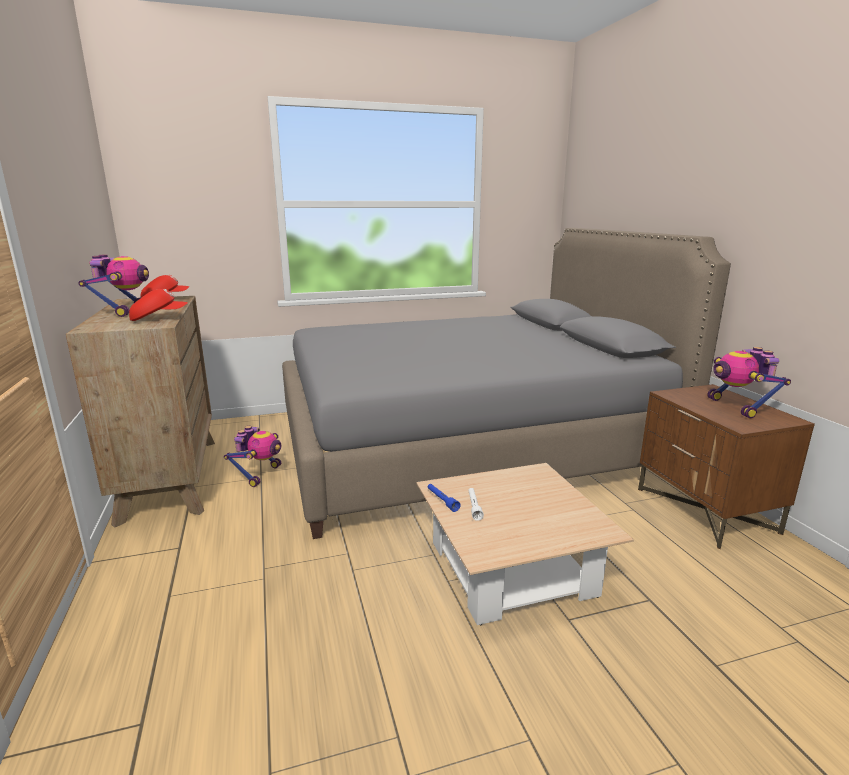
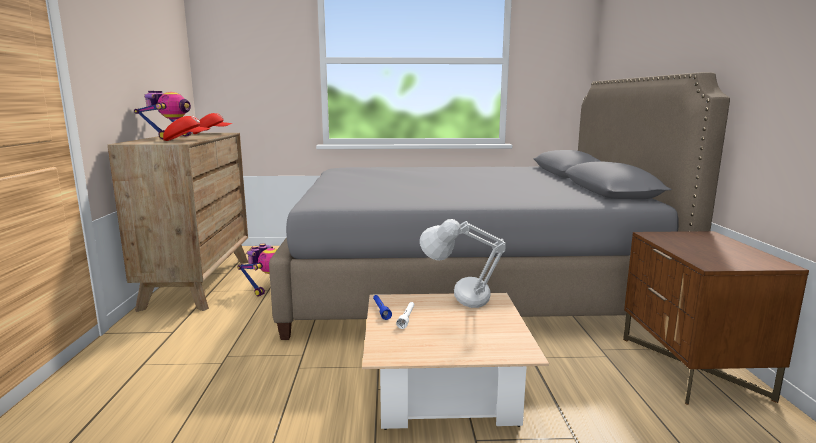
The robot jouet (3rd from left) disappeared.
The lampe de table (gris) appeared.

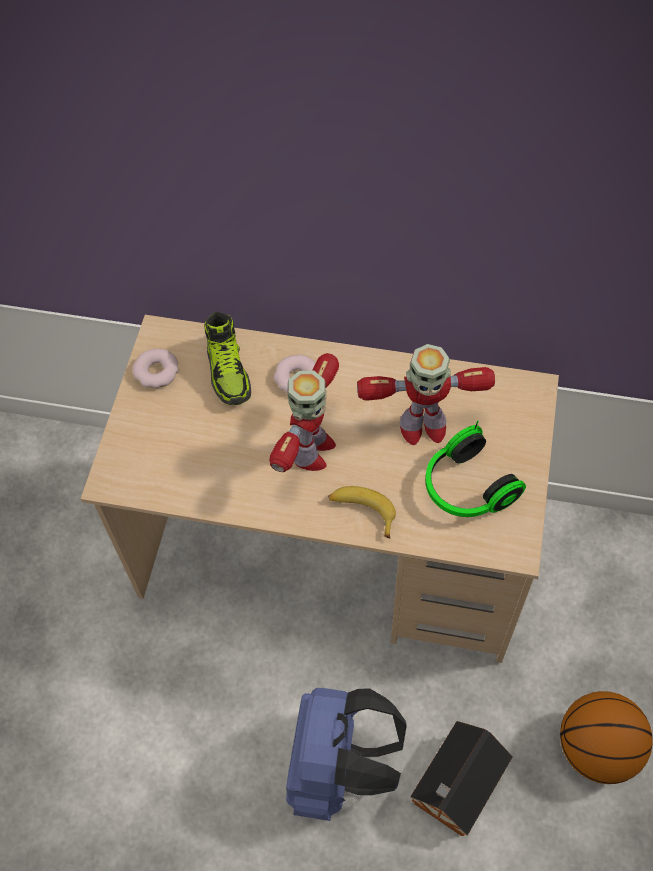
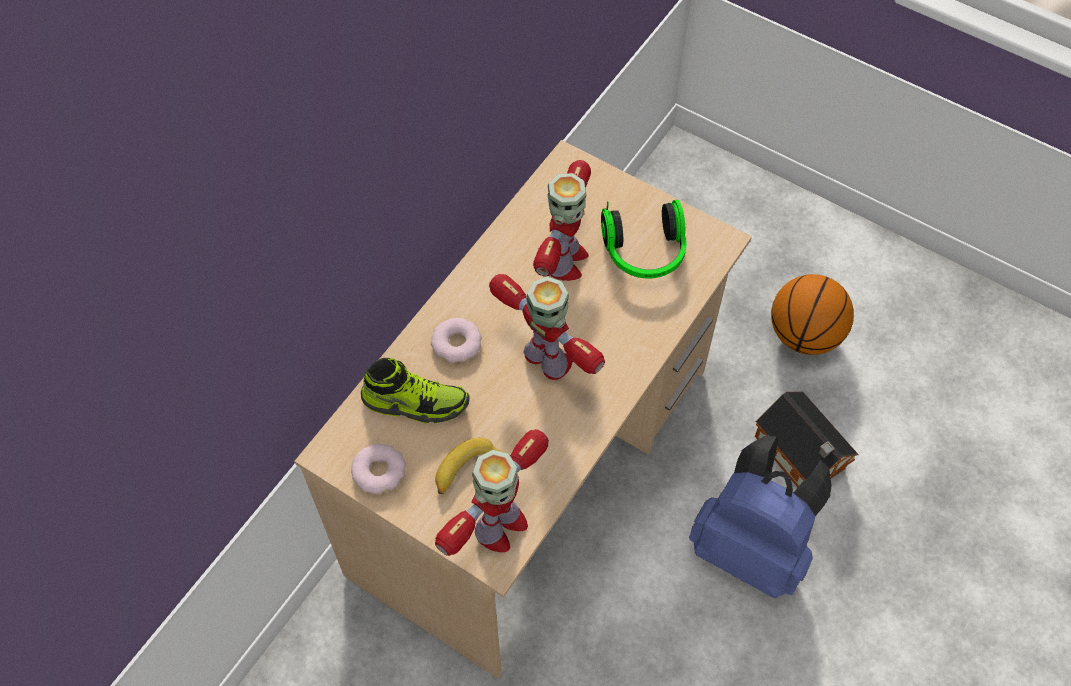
The banane moved.
The robot jouet (1st from left) appeared.

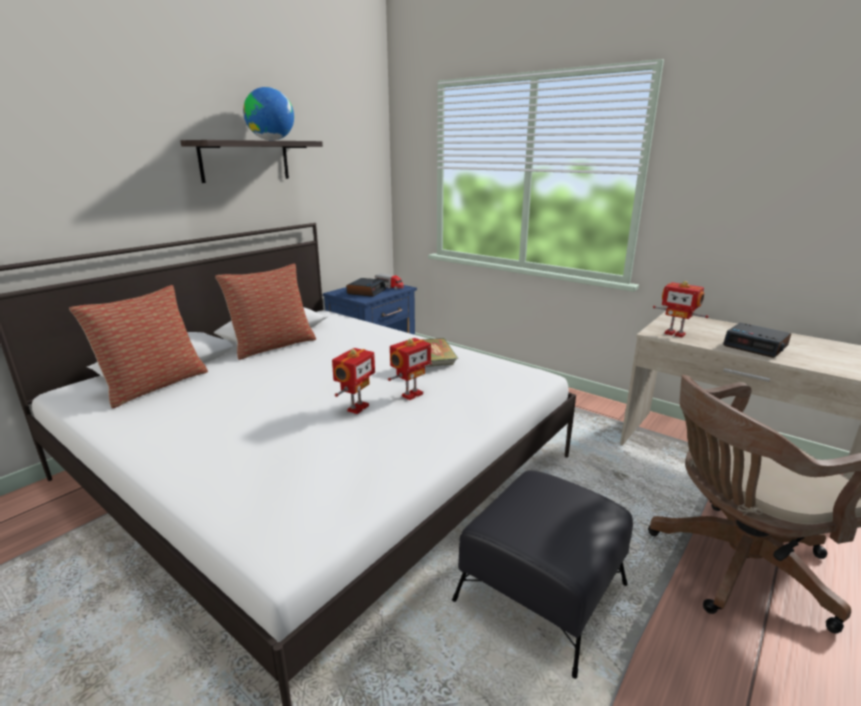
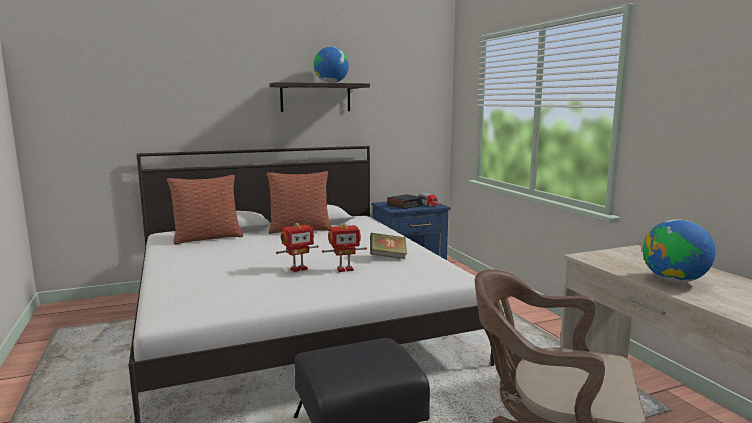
The robot jouet (3rd from left) disappeared.
The réveil (2nd from left) was replaced by the globe (2nd from left).

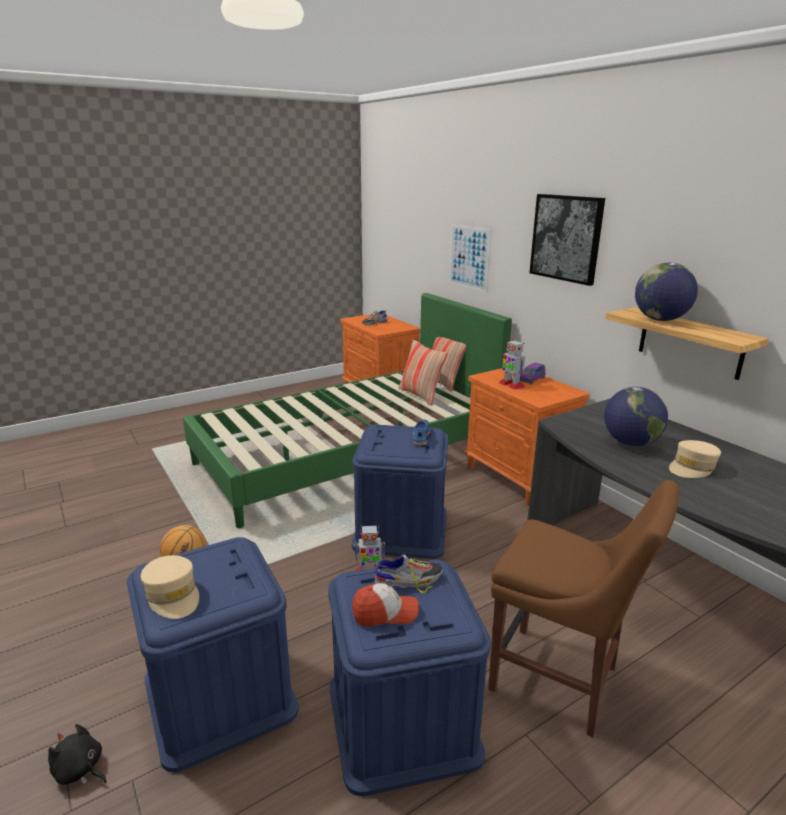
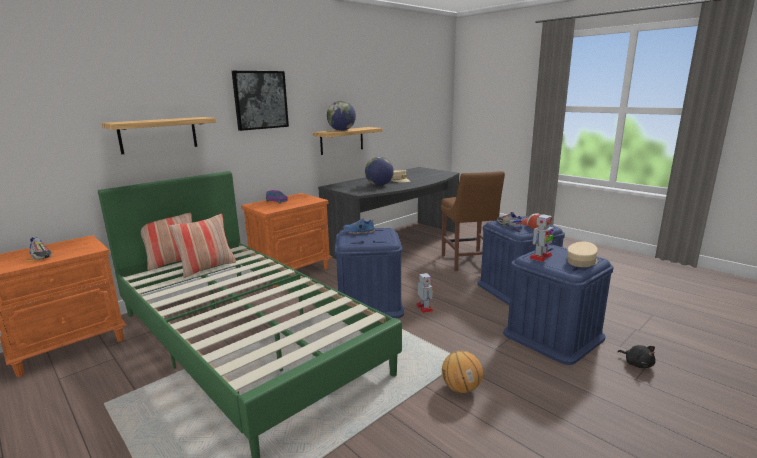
The peluche (noir) turned 45 degrees counterclockwise.
The tableau (1st from left) was replaced by the étagère (1st from left).
The chaise (marron) turned 150 degrees clockwise.
The robot jouet (2nd from left) moved.

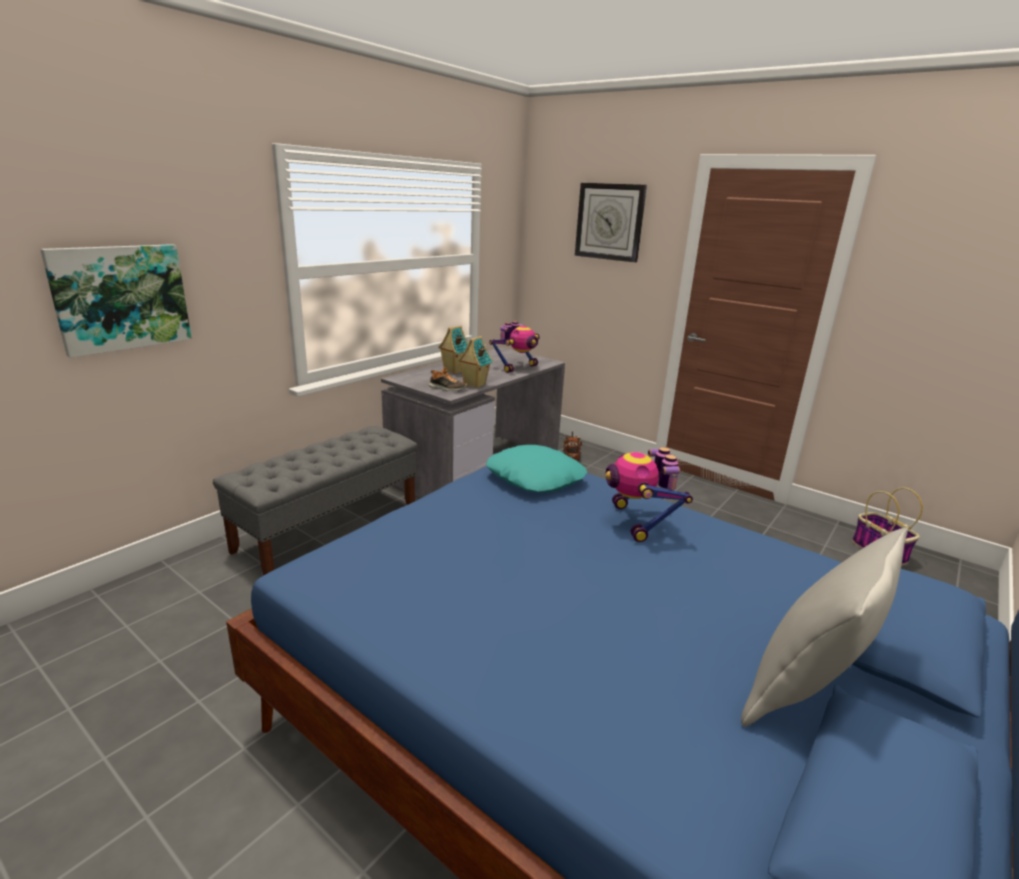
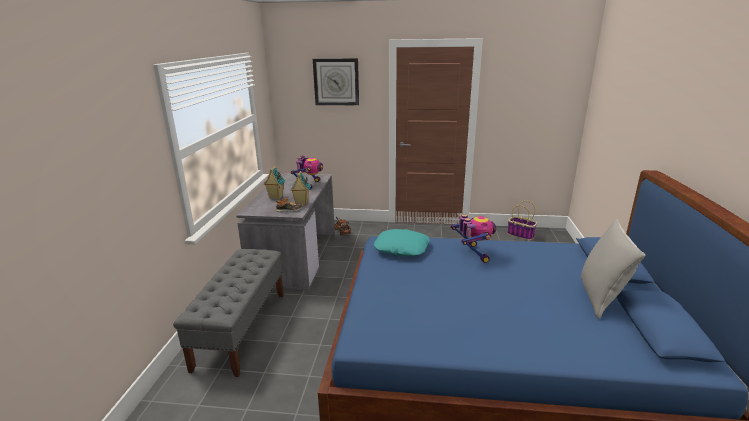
The tableau disappeared.
The robot jouet (2nd from left) turned 150 degrees counterclockwise.

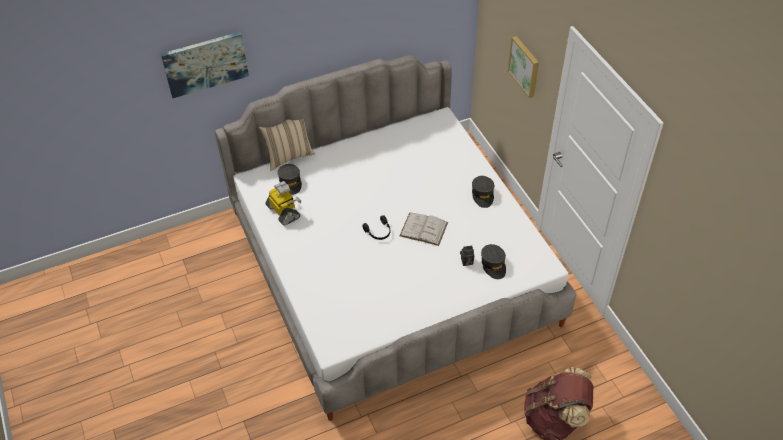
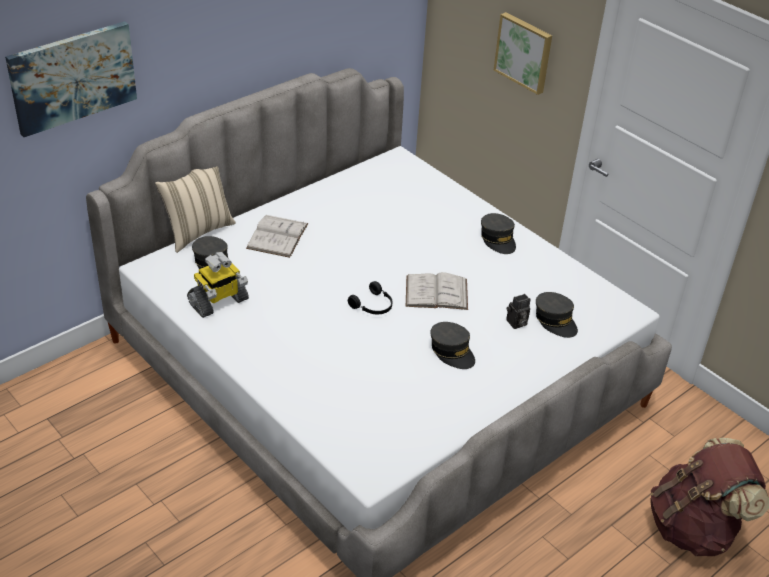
The robot jouet turned 105 degrees clockwise.
The livre (blanc) (1st from left) appeared.
The casquette (gris) (2nd from left) appeared.

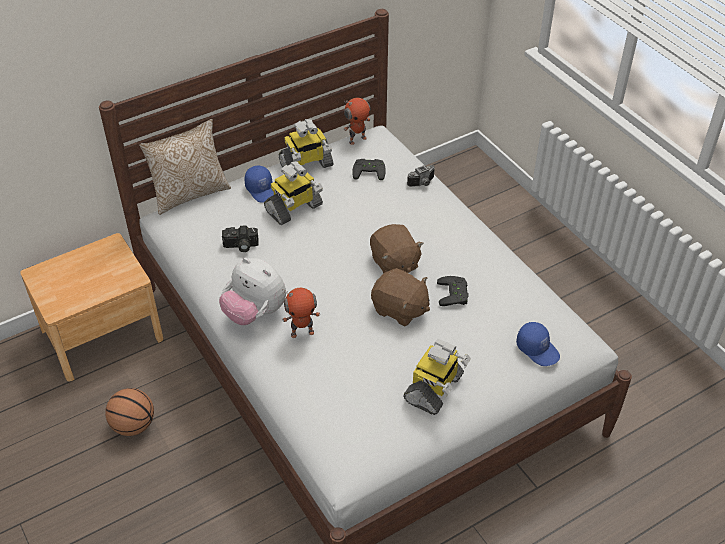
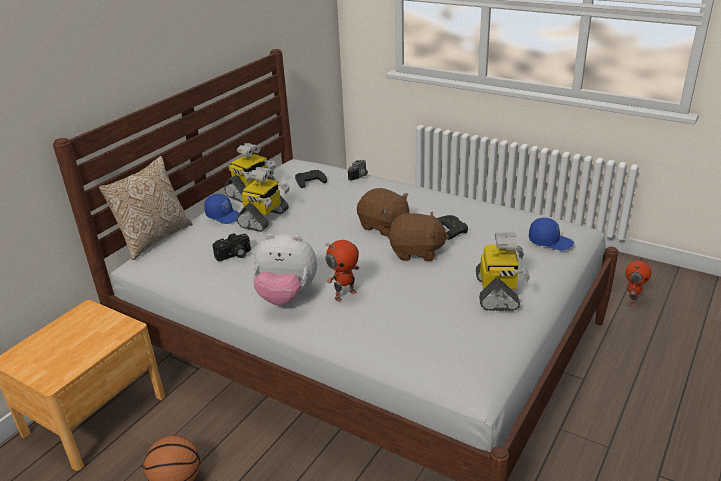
The robot jouet (4th from left in the first image) moved.

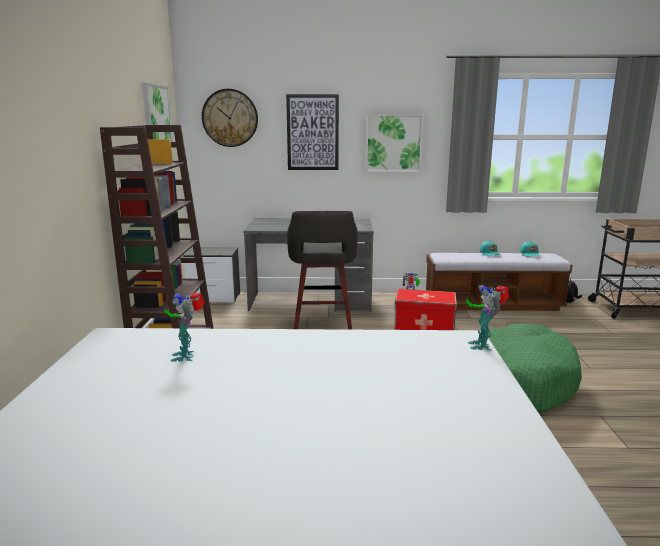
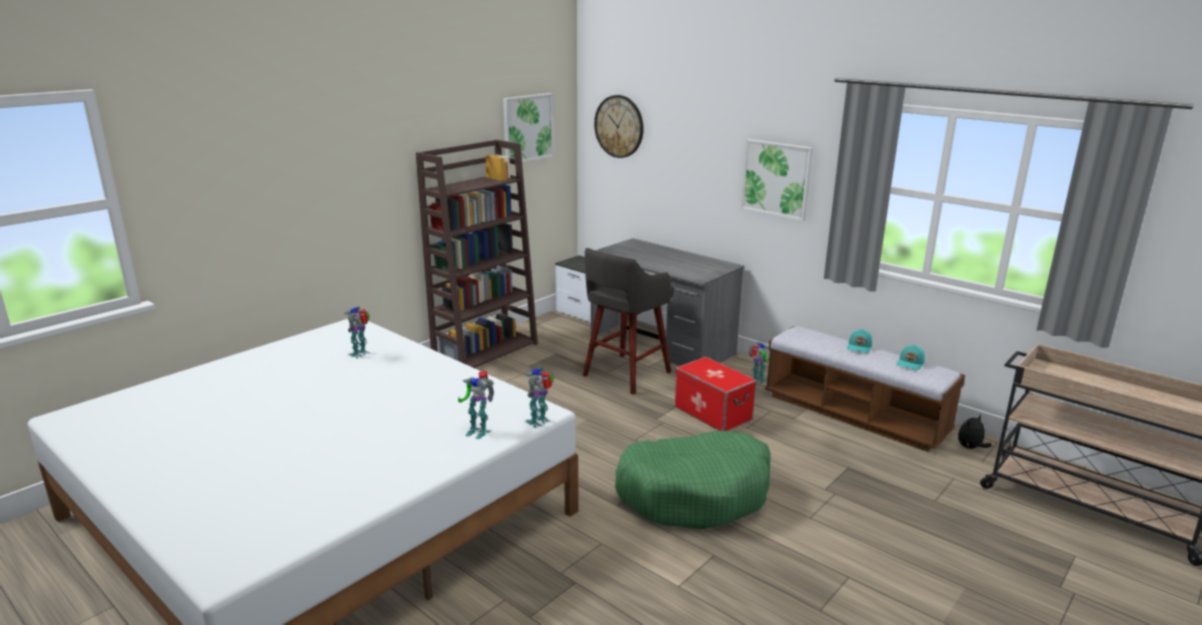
The tableau (2nd from left) disappeared.
The robot jouet (2nd from left) appeared.

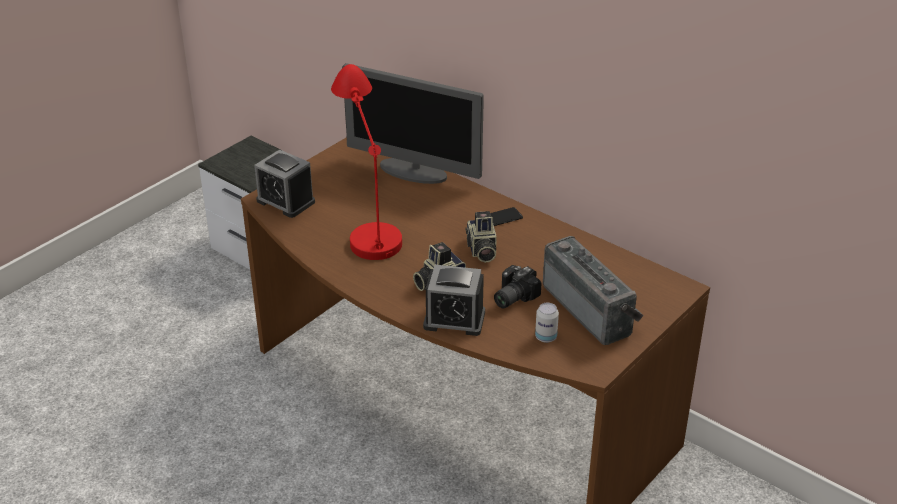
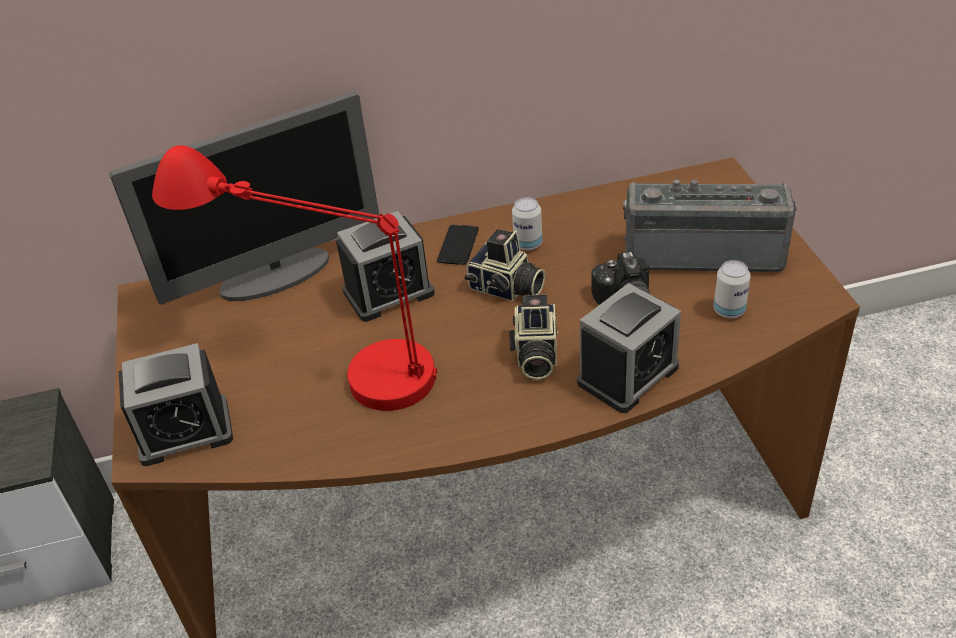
The réveil (2nd from left) appeared.
The boîte métallique (1st from left) appeared.

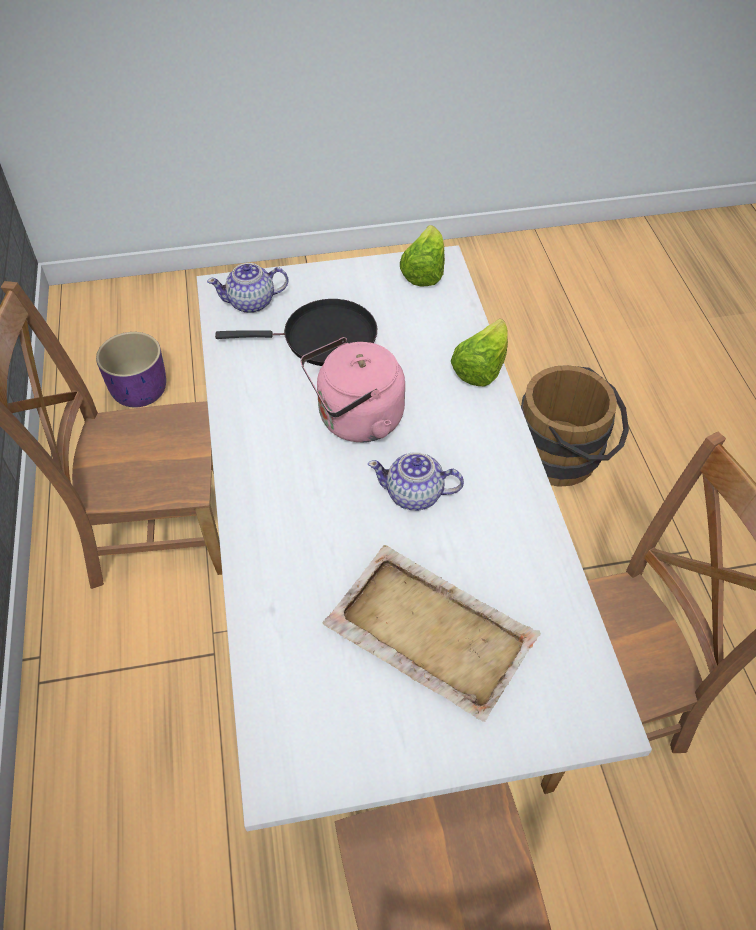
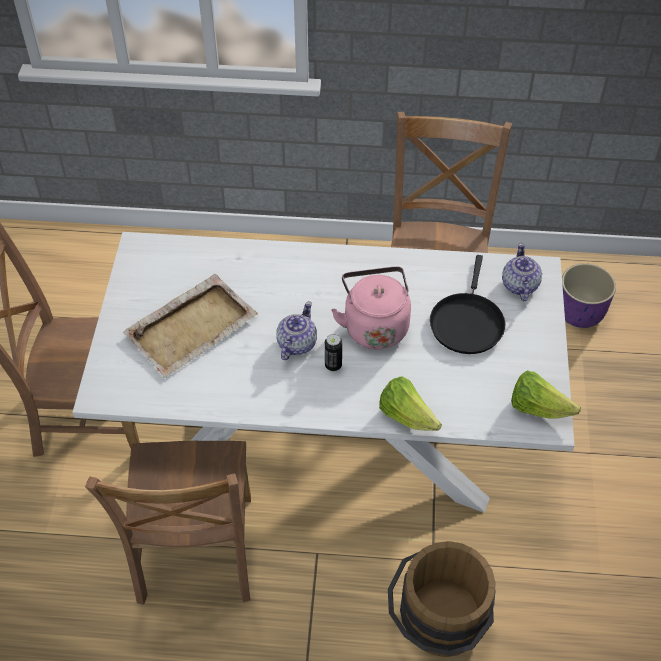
The boîte métallique appeared.

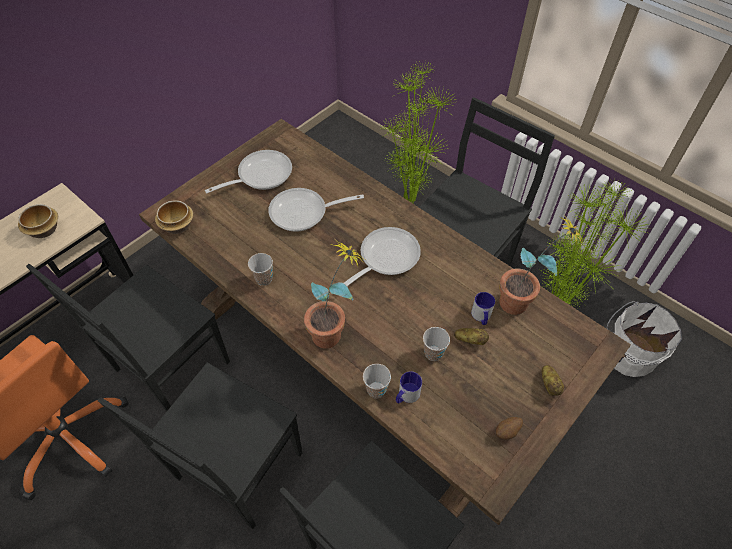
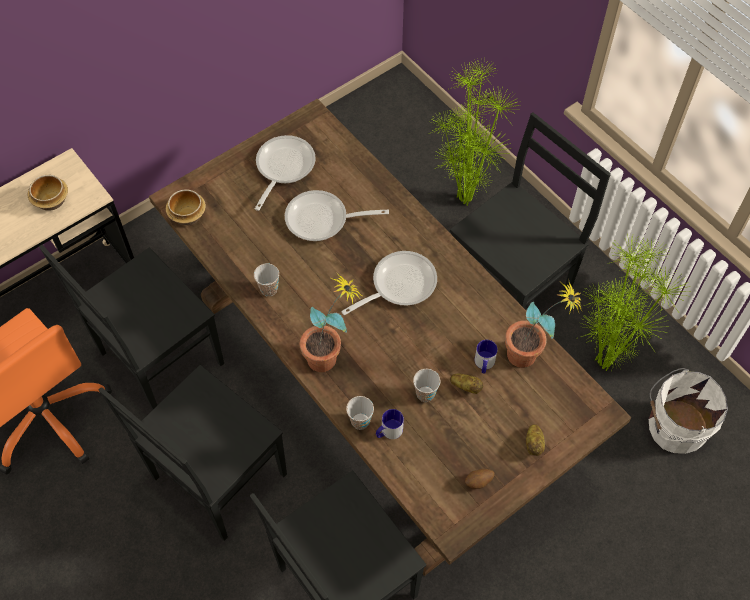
The poêle (1st from left) turned 45 degrees counterclockwise.

